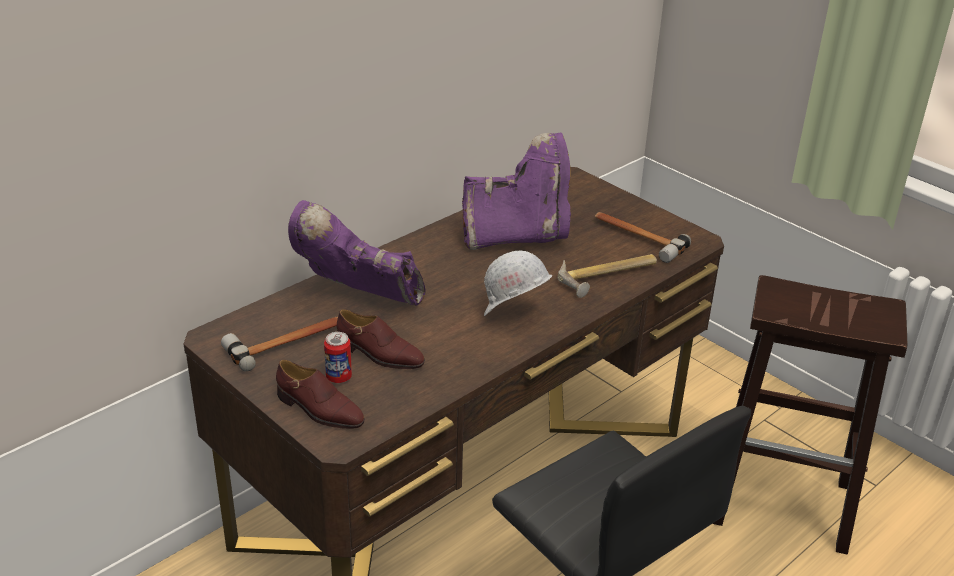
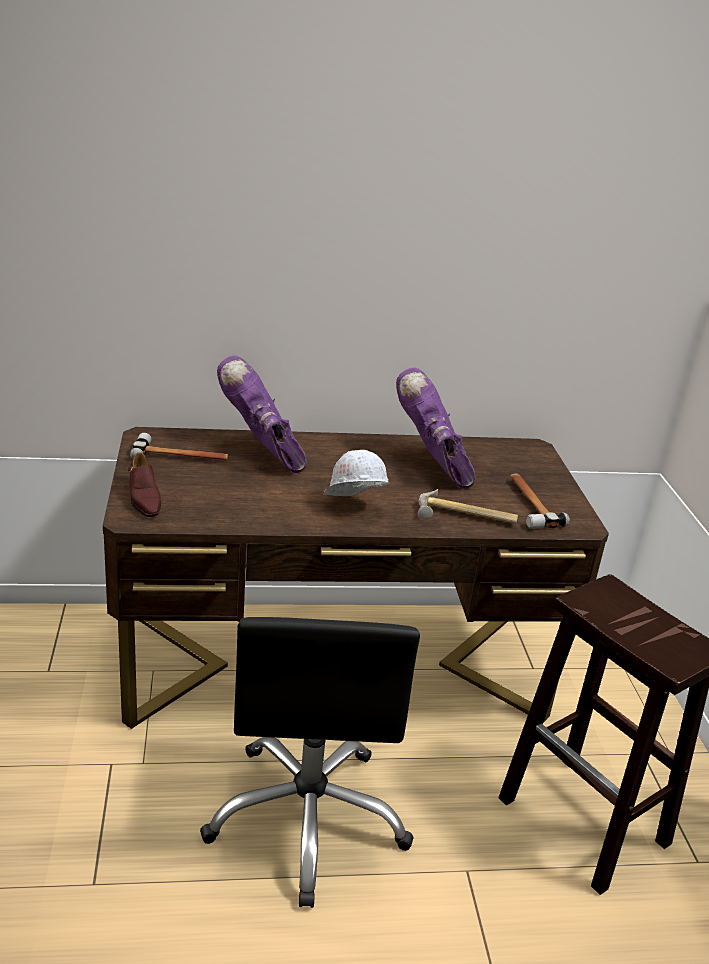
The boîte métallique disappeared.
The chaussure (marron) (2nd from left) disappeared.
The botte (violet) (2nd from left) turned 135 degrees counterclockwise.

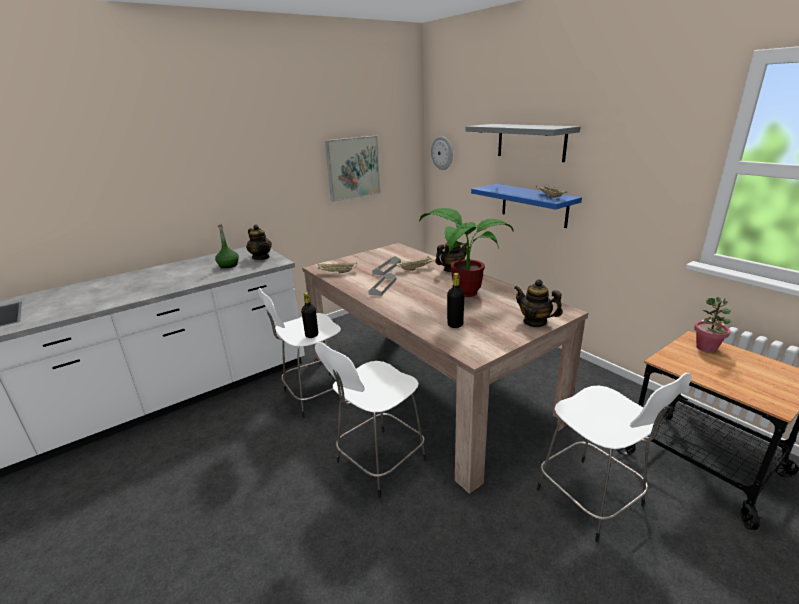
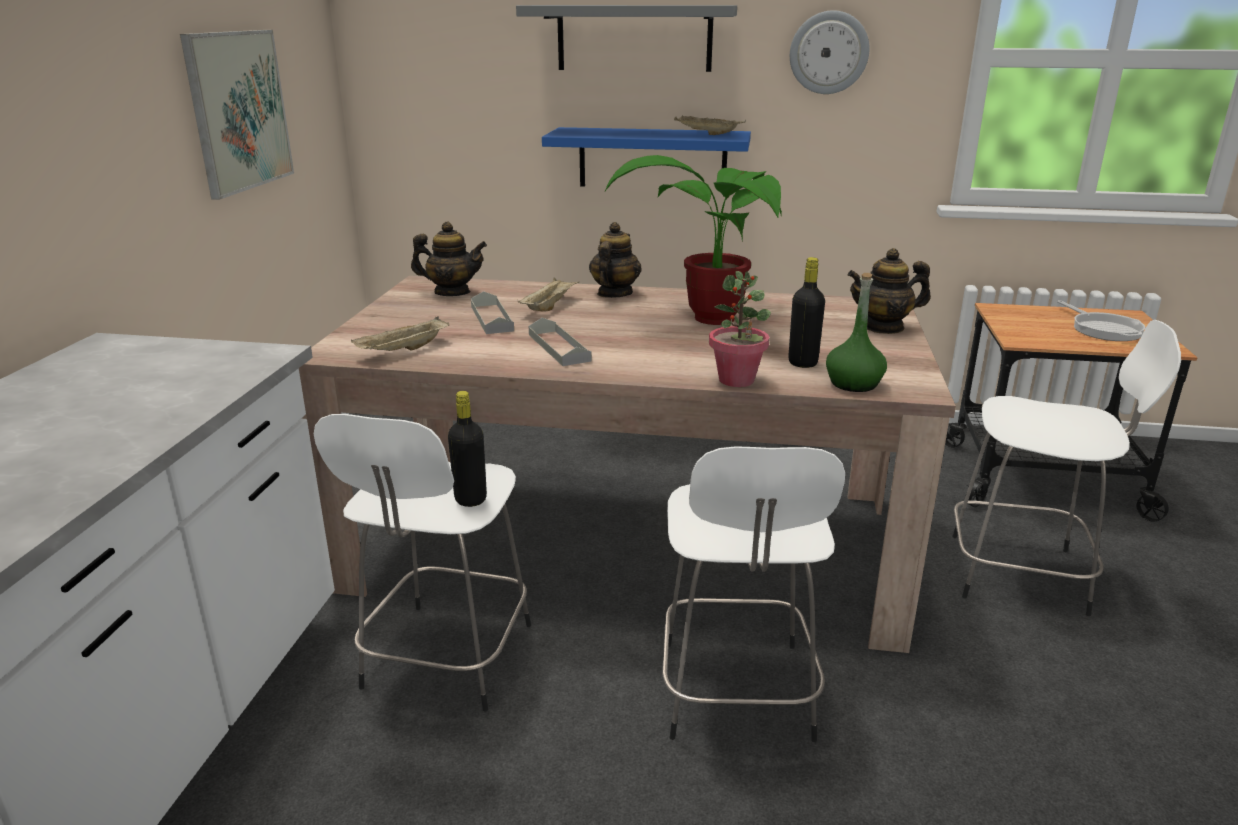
The bouteille (vert) moved.
The théière (1st from left) moved.
The horloge murale moved.
The plante en pot (2nd from left) moved.
The poêle appeared.

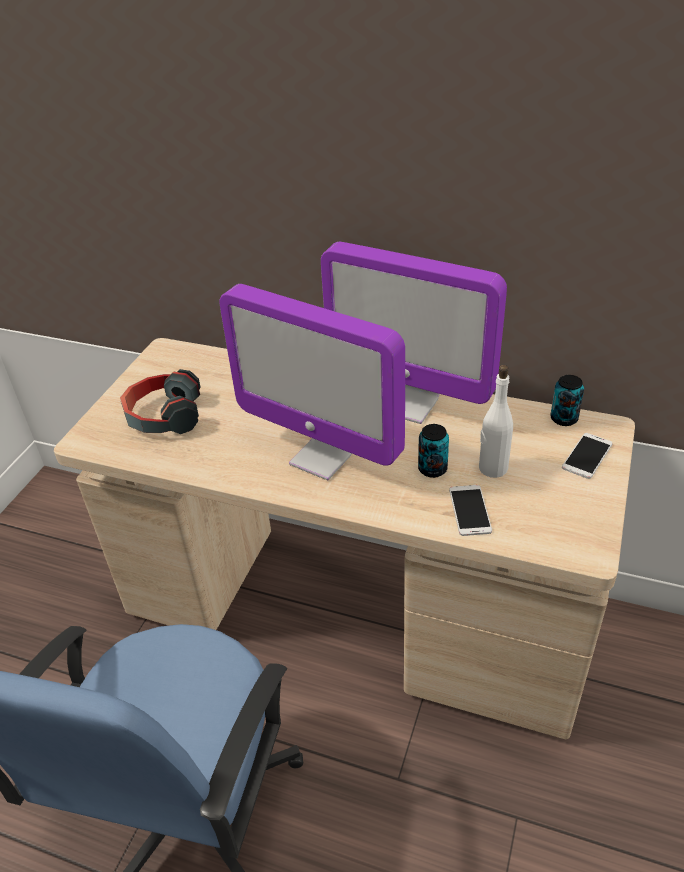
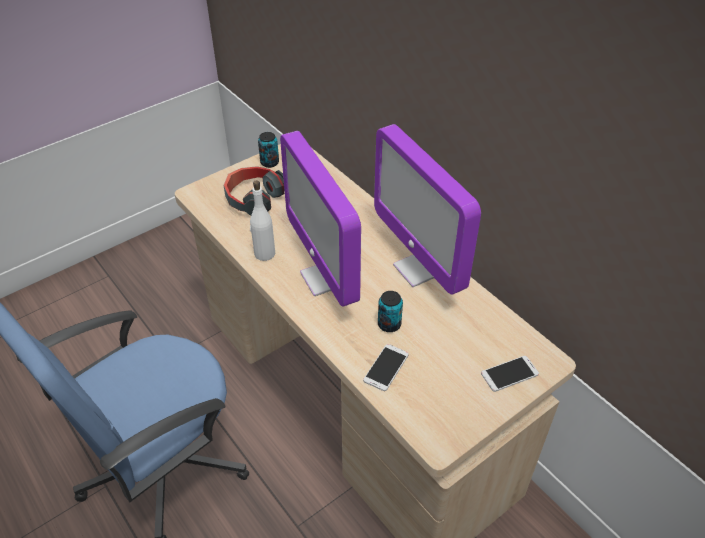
The bouteille (blanc) moved.
The boîte métallique (2nd from left in the first image) moved.

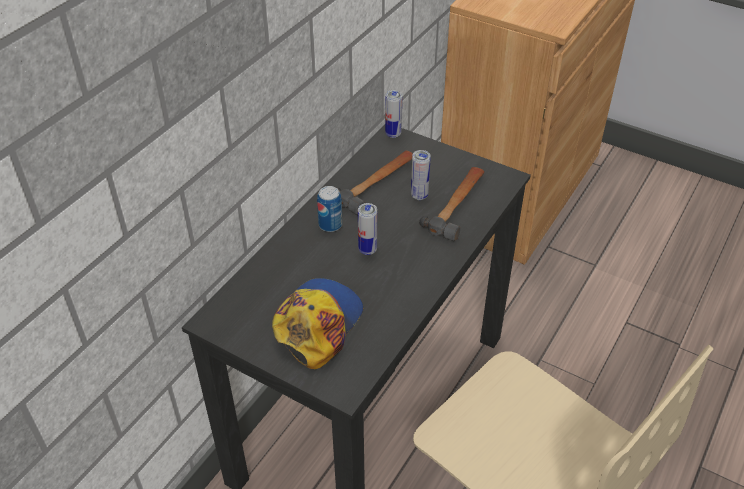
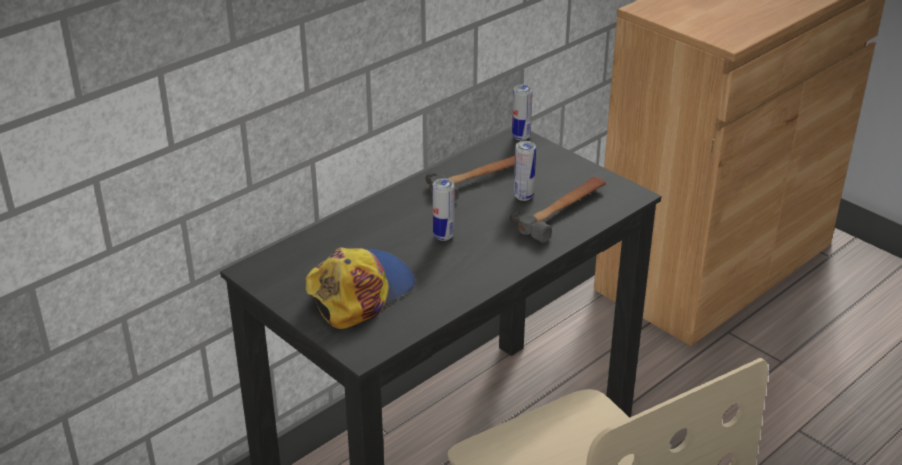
The boîte métallique (1st from left) disappeared.

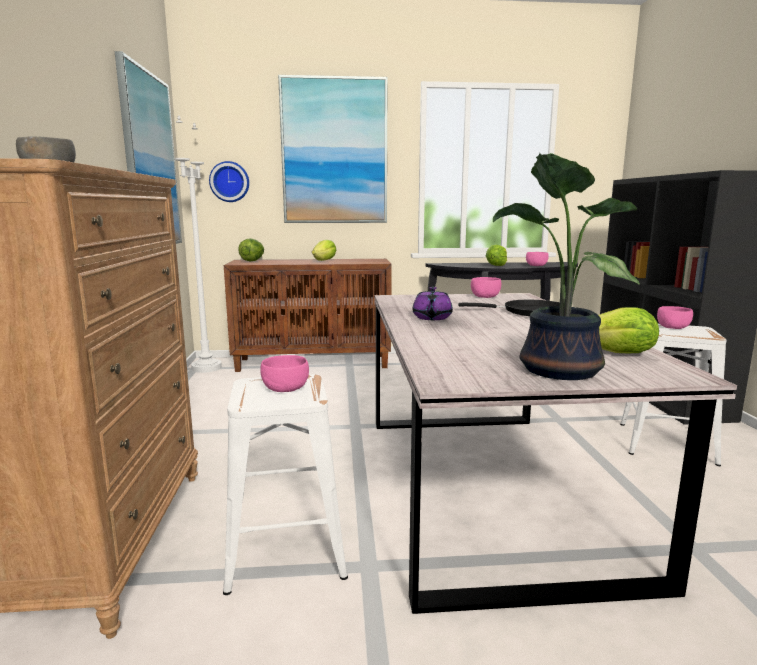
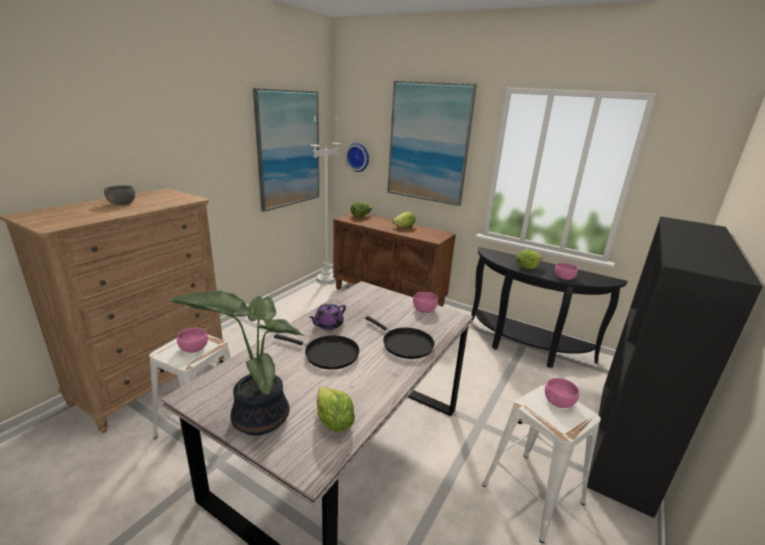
The poêle (noir) (1st from left) appeared.

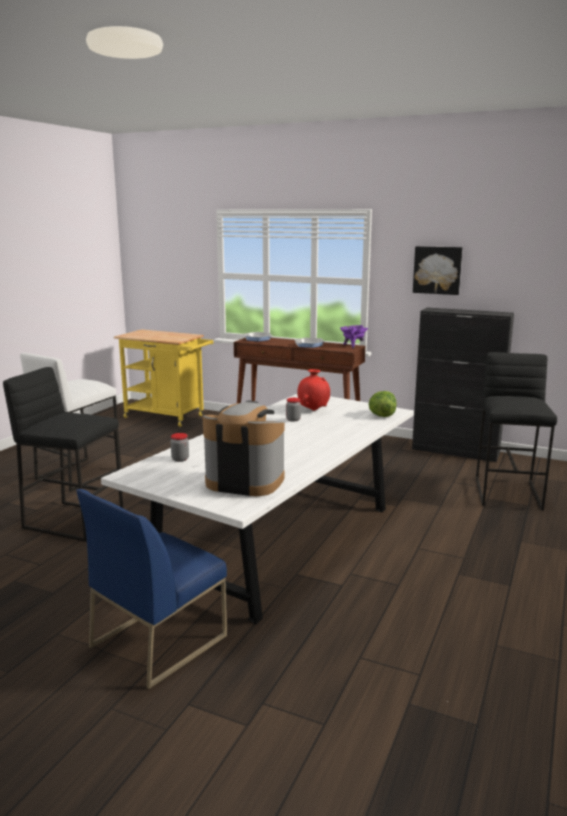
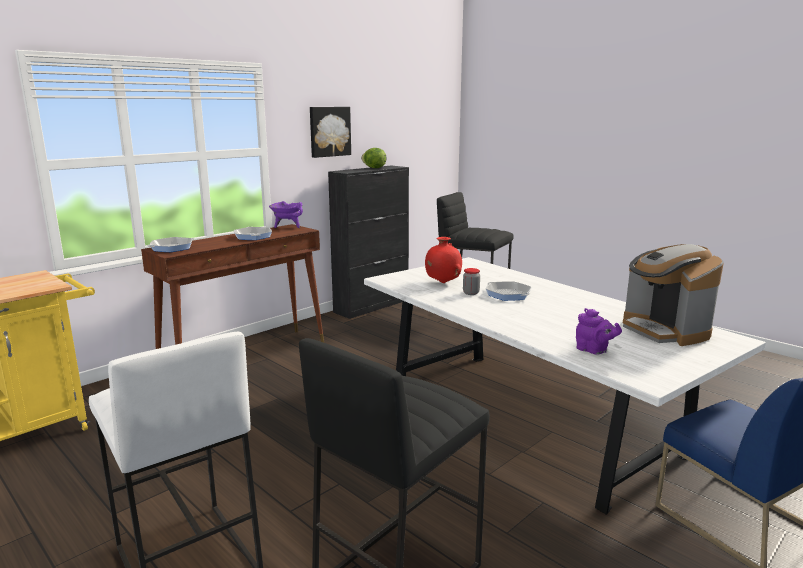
The bocal (1st from left) was replaced by the théière (violet).
The machine à café turned 60 degrees counterclockwise.
The laitue moved.
The poêle (3rd from left) appeared.

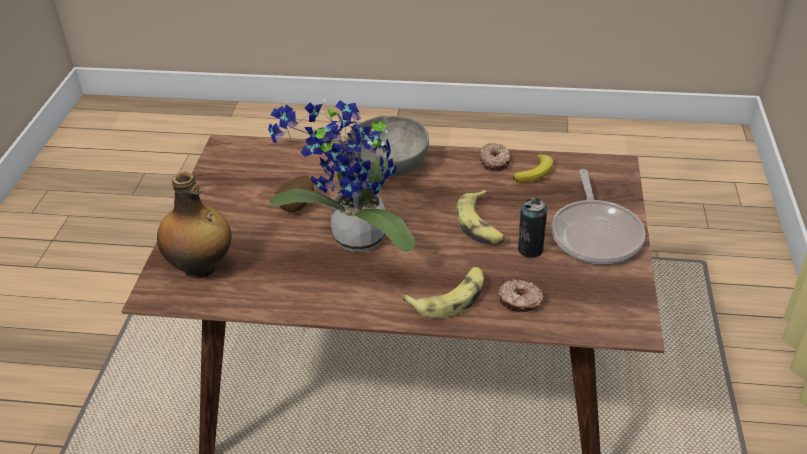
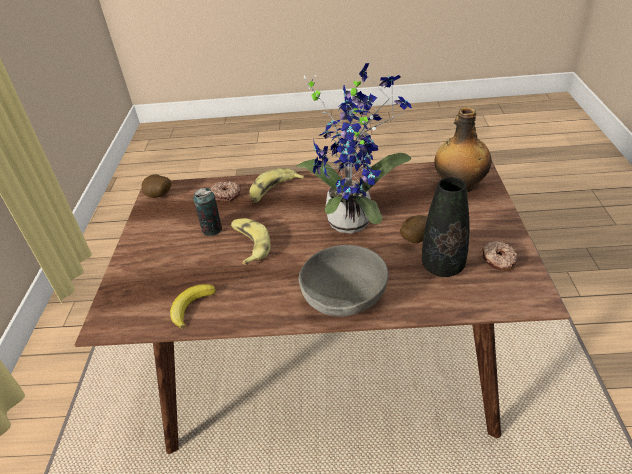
The beignet (1st from left in the first image) moved.
The poêle disappeared.
The pomme de terre (1st from left) appeared.
The vase (noir) appeared.

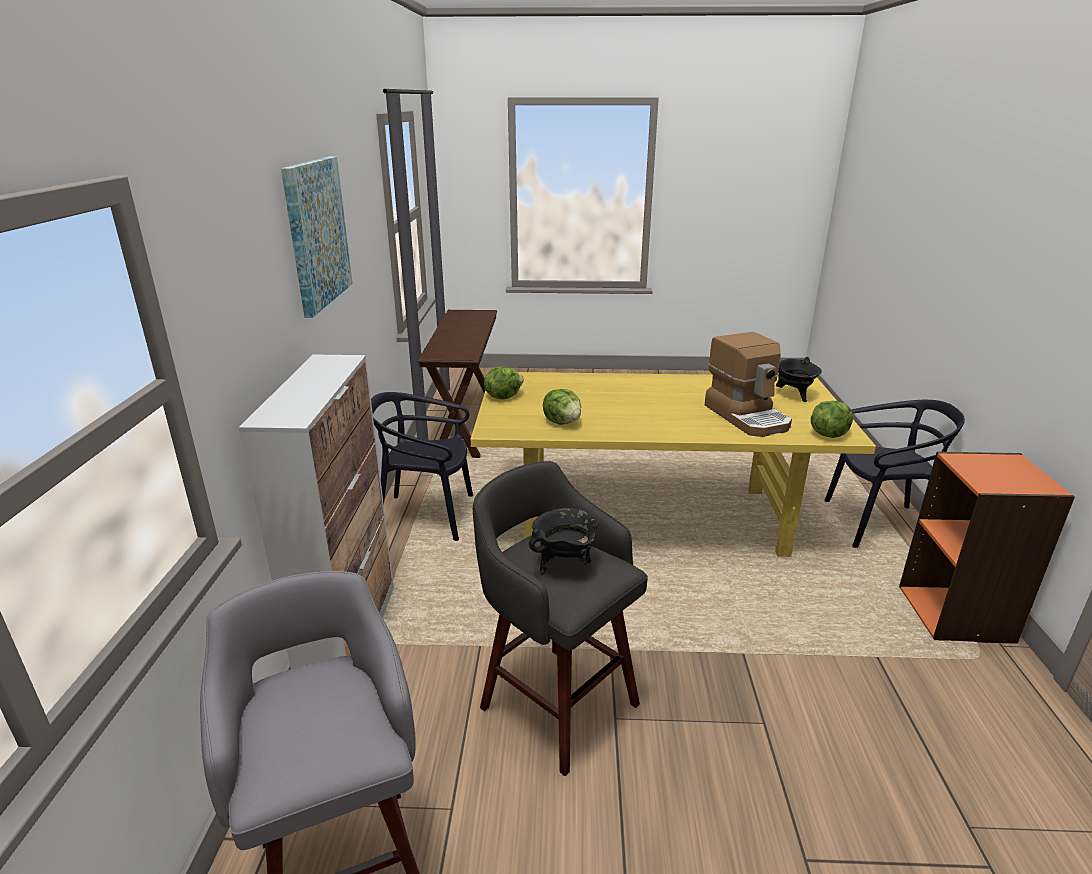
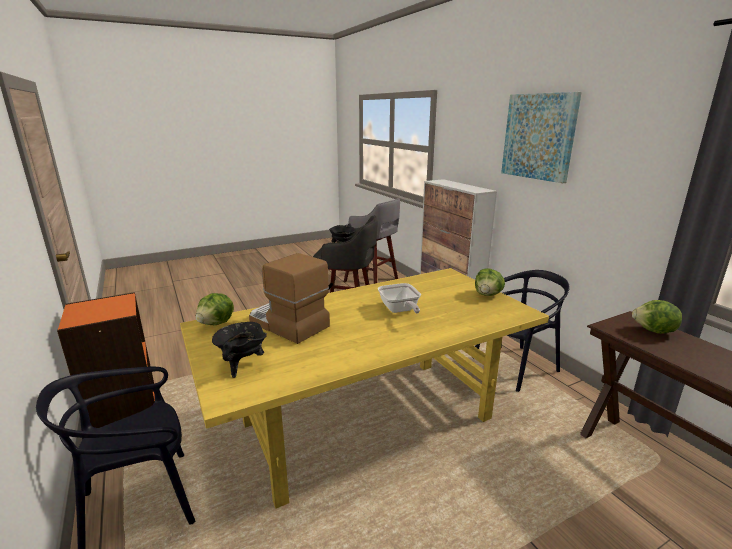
The laitue (2nd from left in the first image) moved.
The poêle appeared.

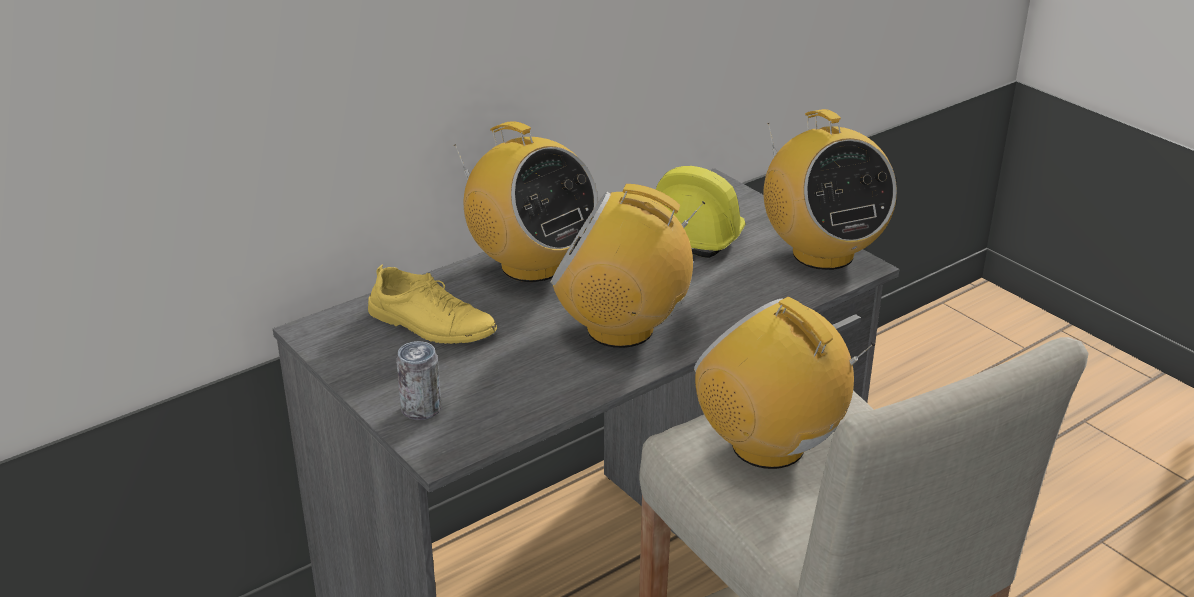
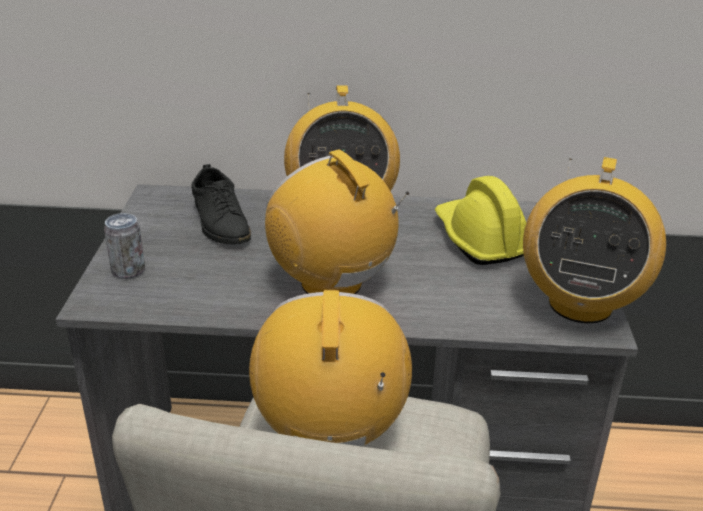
The chaussure (jaune) became the chaussure (noir).

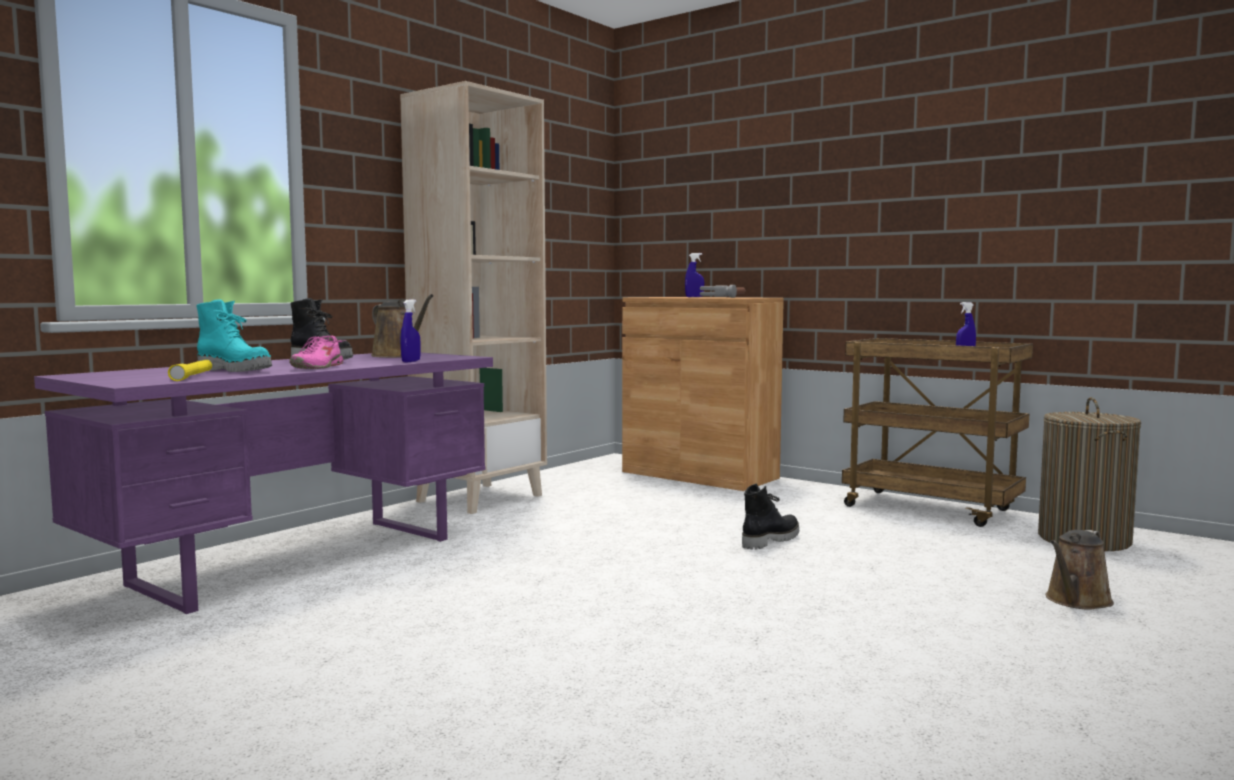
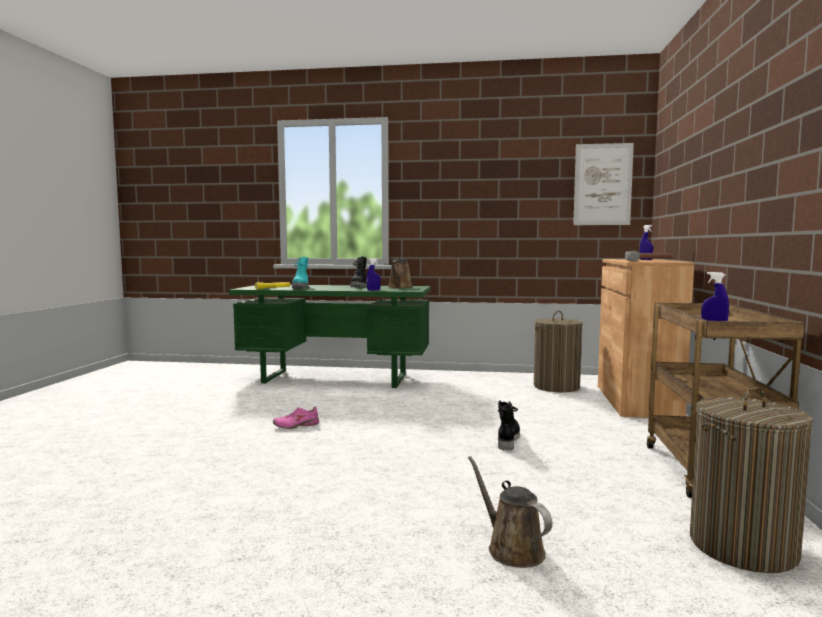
The bureau (violet) became the bureau (vert).
The chaussure (rose) moved.
The bibliothèque (beige) disappeared.
The botte (noir) (2nd from left) turned 90 degrees counterclockwise.
The arrosoir (marron) (2nd from left) turned 45 degrees clockwise.
The panier à linge (1st from left) appeared.
The tableau appeared.

